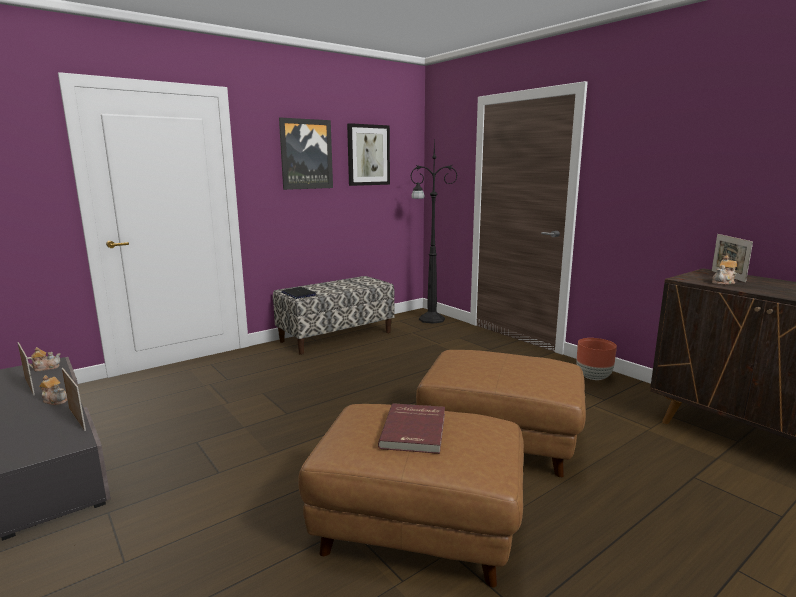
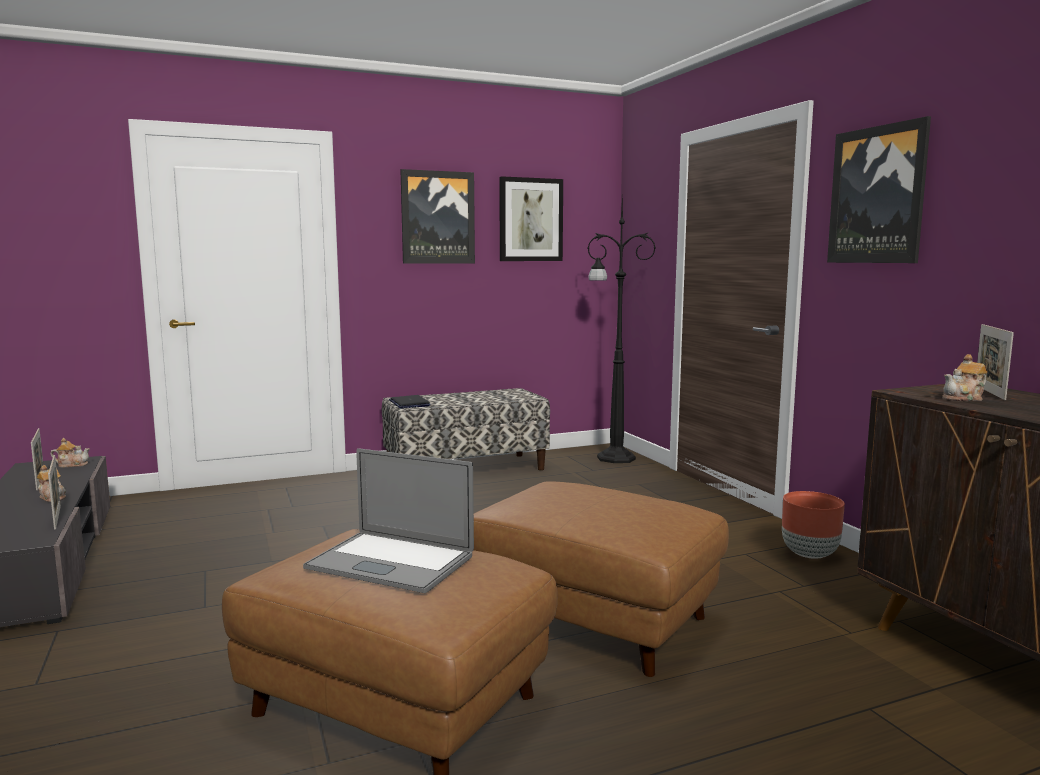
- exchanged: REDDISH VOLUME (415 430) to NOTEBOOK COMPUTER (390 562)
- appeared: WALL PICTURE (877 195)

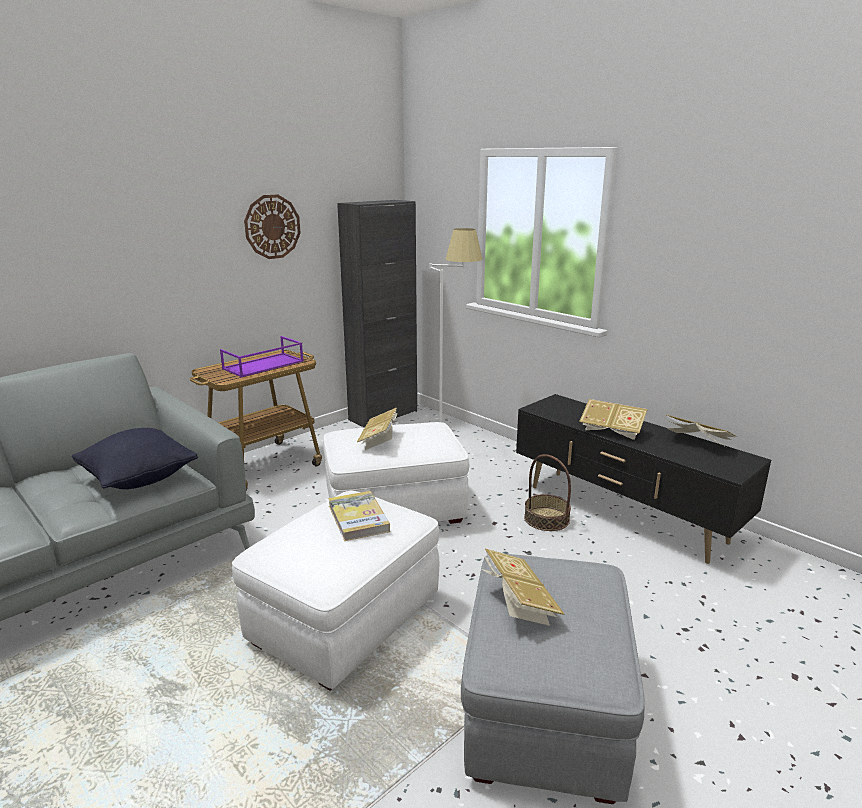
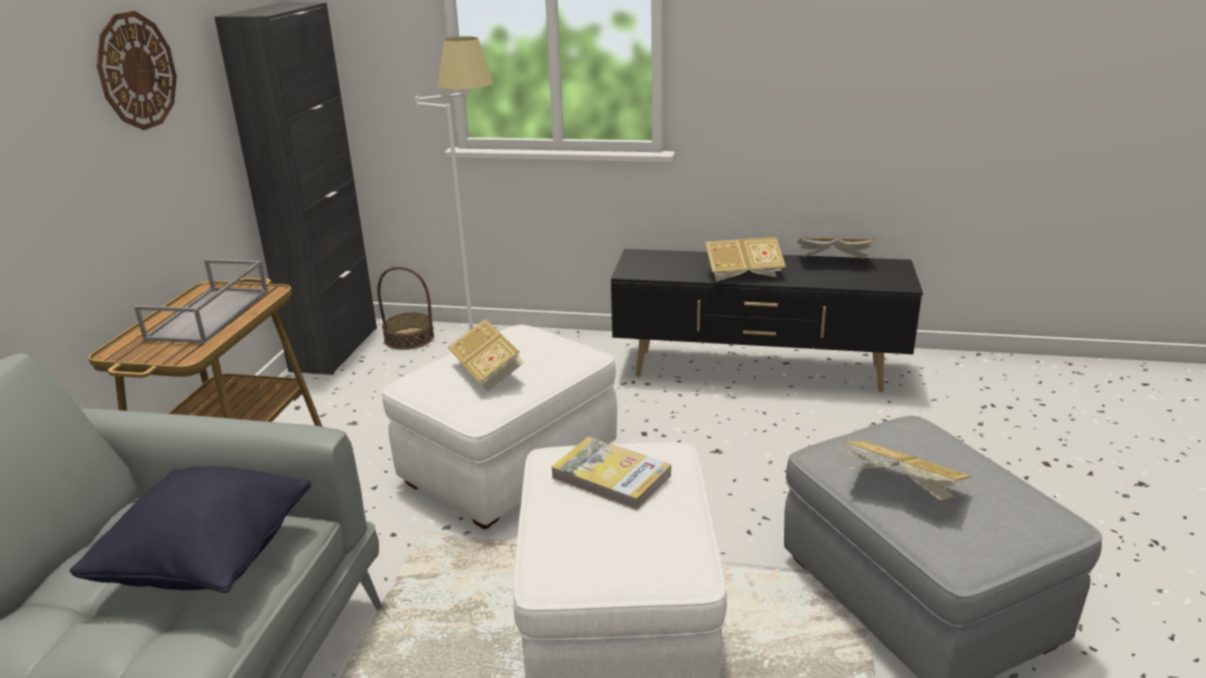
- colour: PURPLISH TRAY (263 365) to GREY TRAY (209 315)
- relocated: STORAGE BASKET (546 519) to (409 338)

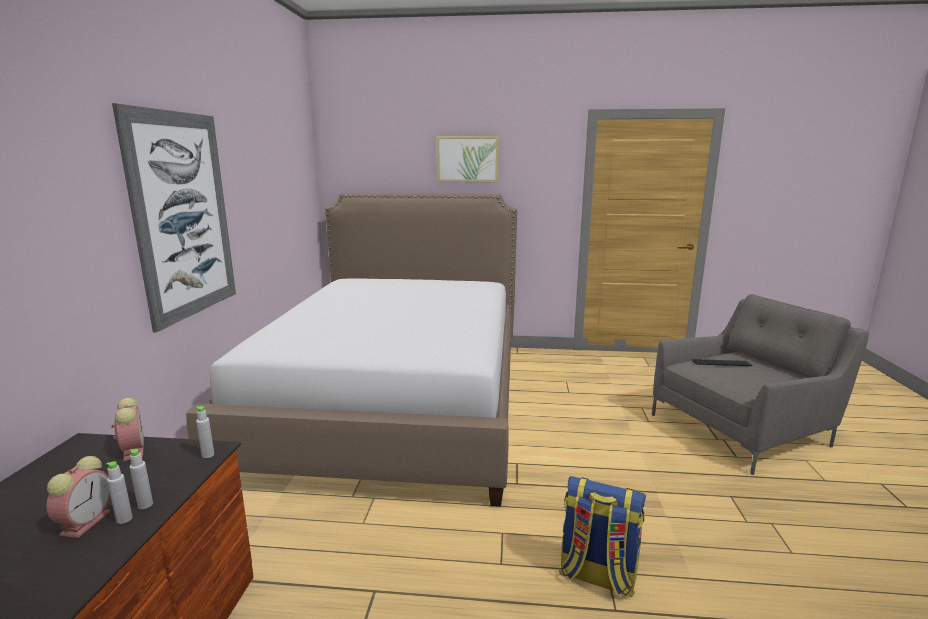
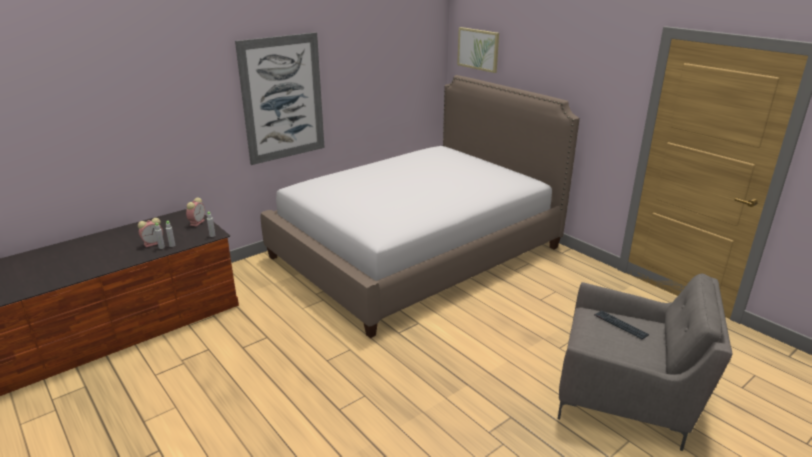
- relocated: WALL PICTURE (467 159) to (478 49)
- missing: BACKPACK (597 576)

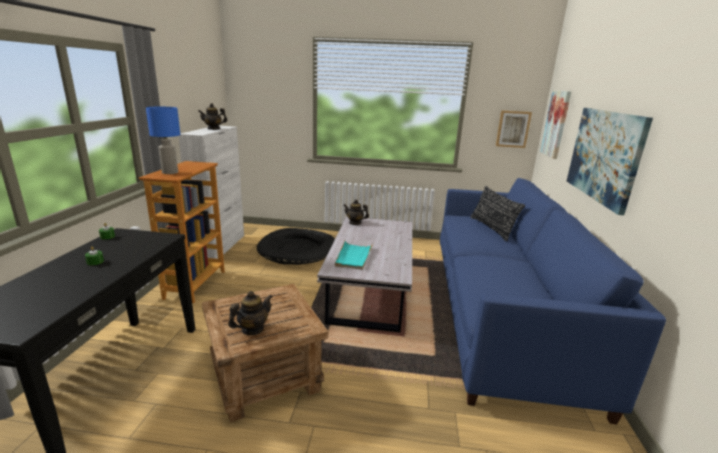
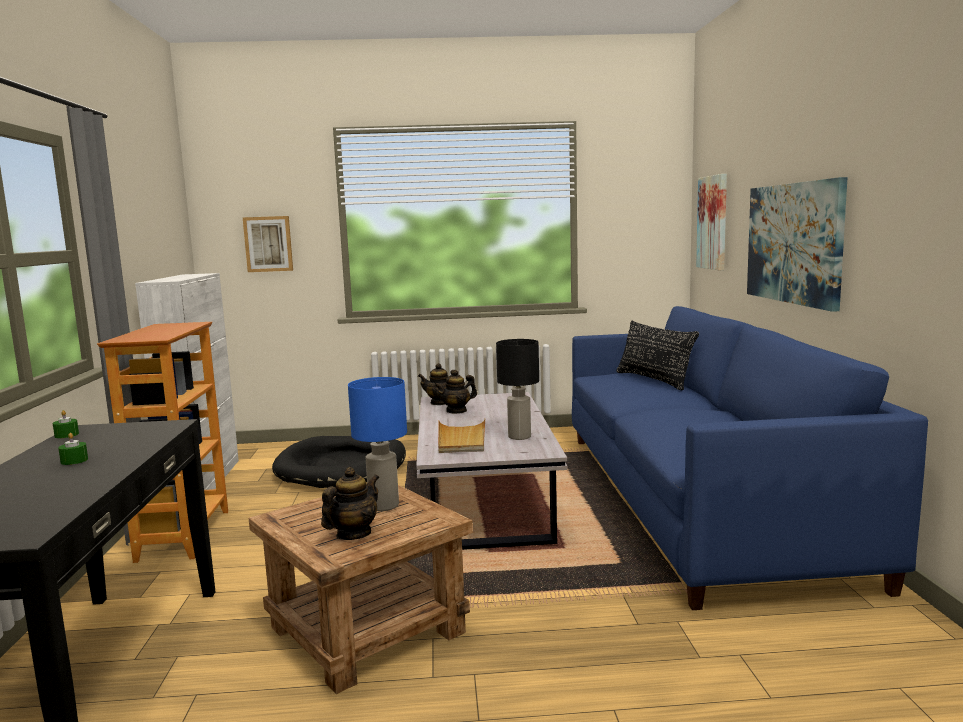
- relocated: TEAPOT (213 128) to (456 411)
- relocated: BLUE-COLOURED TABLE LAMP (170 172) to (384 505)
- relocated: WALL PICTURE (513 129) to (268 244)
- colour: TURQUOISE-COLOURED TRAY (354 257) to BEIGE-COLOURED TRAY (461 439)
- appeared: BLACK-COLOURED TABLE LAMP (520 437)

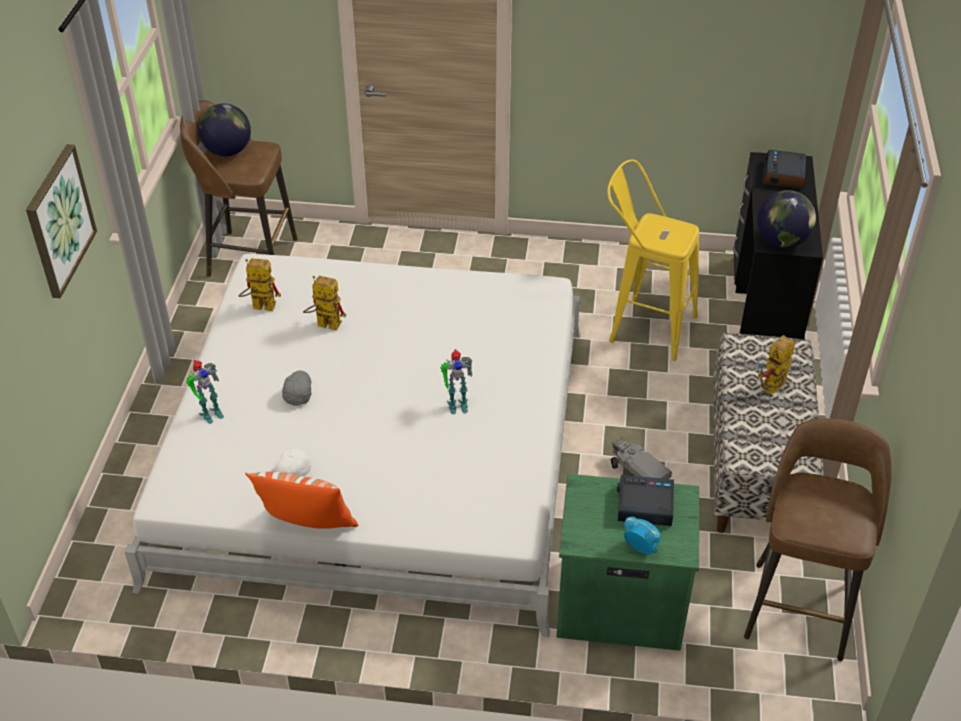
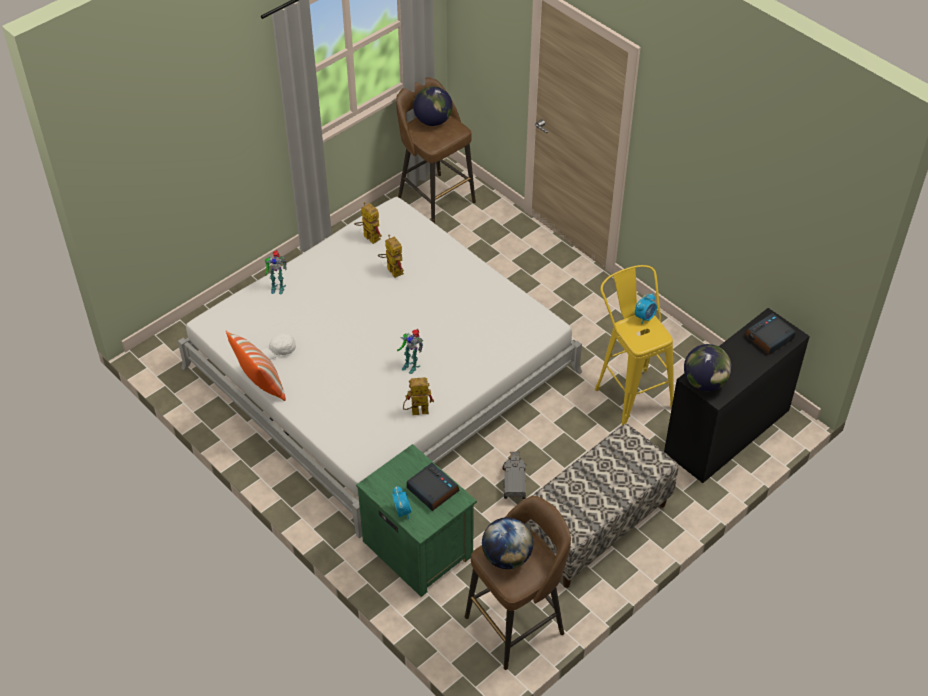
- missing: WALL PICTURE (59 220)
- relocated: ROBOT FIGURE (772 389) to (416 412)
- missing: GREY PEAKED CAP (297 392)
- appeared: BEDSIDE CLOCK (645 317)
- appeared: WORLD GLOBE (506 557)

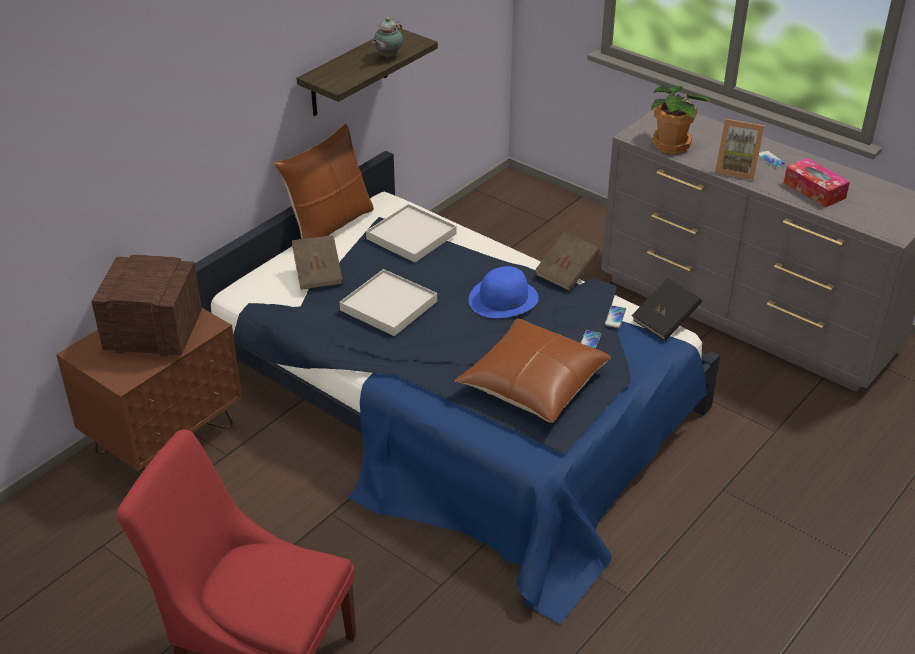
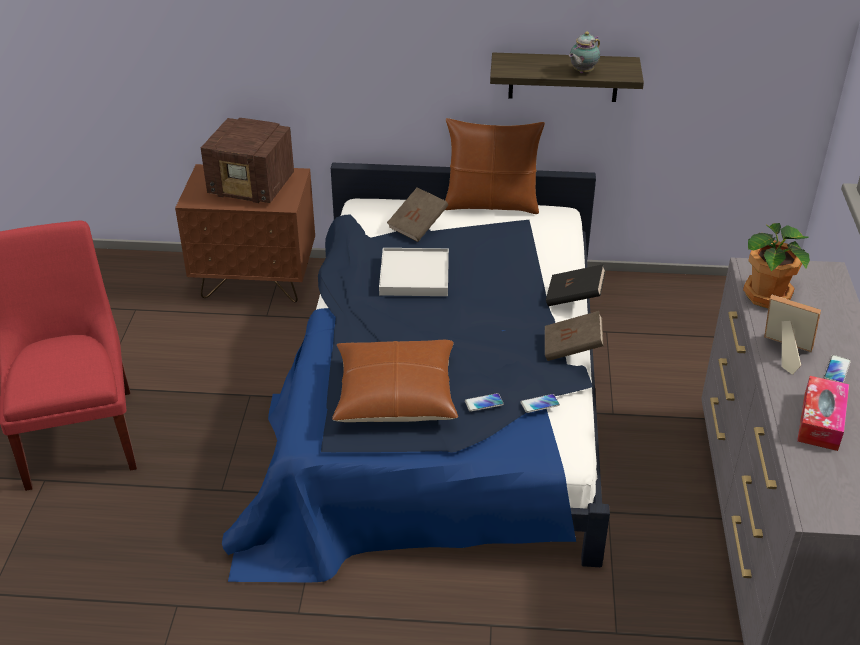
- spun: TEAPOT (387 56) = (582 72) 45 degrees counterclockwise
- spun: PICTURE FRAME (736 169) = (783 353) 135 degrees clockwise
- missing: WHITISH TRAY (411 236)
- spun: RADIO (152 333) = (252 187) 135 degrees clockwise
- missing: BLUE-COLOURED CLOTHING HAT (503 298)
- relocated: BLACK-COLOURED VOLUME (665 321) to (574 297)

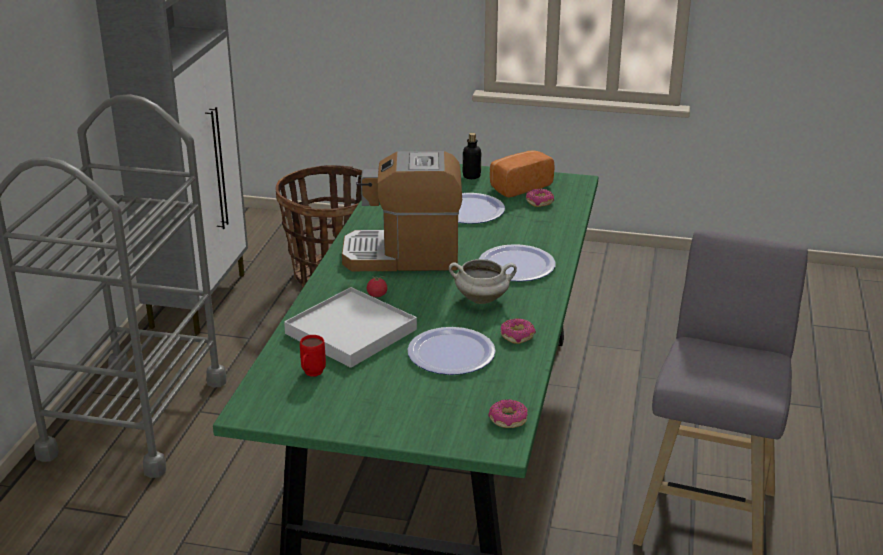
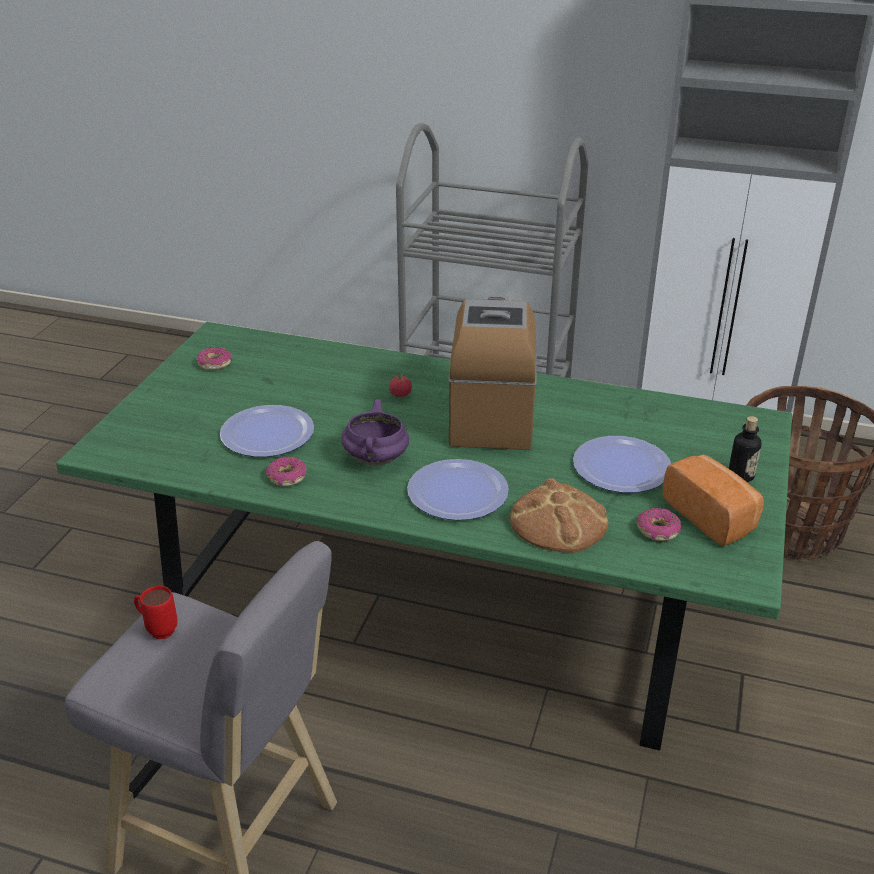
- colour: WHITISH SAUCEPOT (482 299) to PURPLISH SAUCEPOT (376 460)
- missing: WHITISH TRAY (351 331)
- relocated: REDDISH MUG (311 374) to (157 629)
- relocated: RING DOUGHNUT (508 419) to (214 364)
- appeared: BAKED BREAD (558 521)

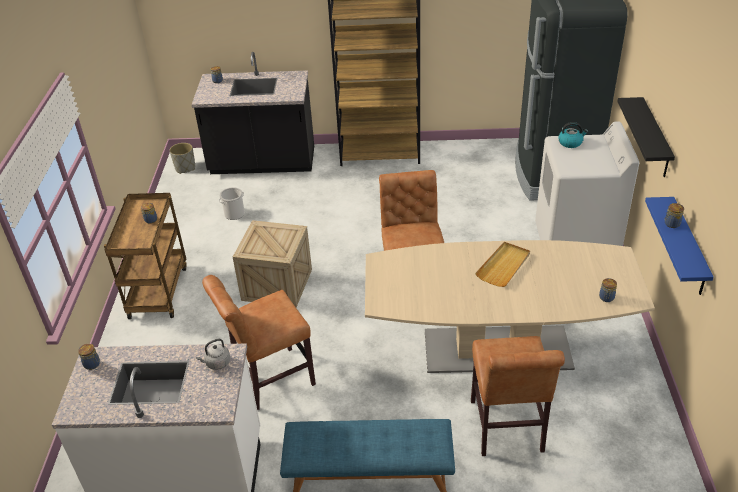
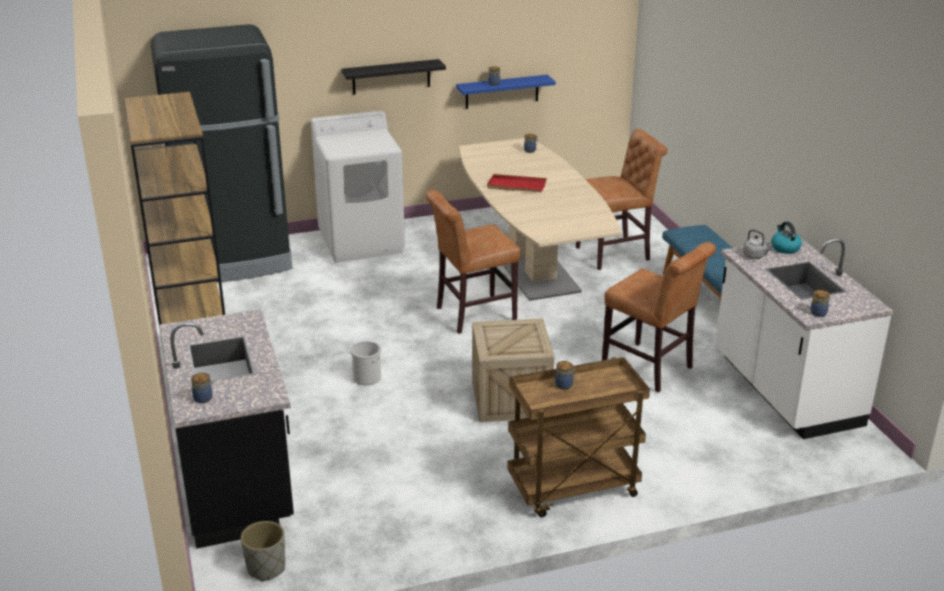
- relocated: WATER KETTLE (570 143) to (784 248)
- relocated: BUCKET (234 214) to (366 378)
- colour: BEIGE-COLOURED TRAY (503 266) to REDDISH TRAY (516 186)

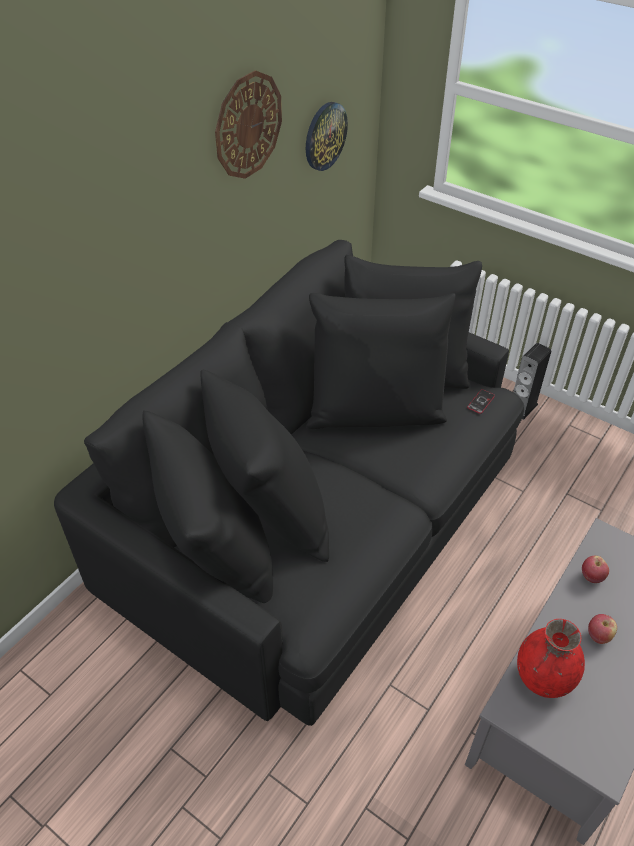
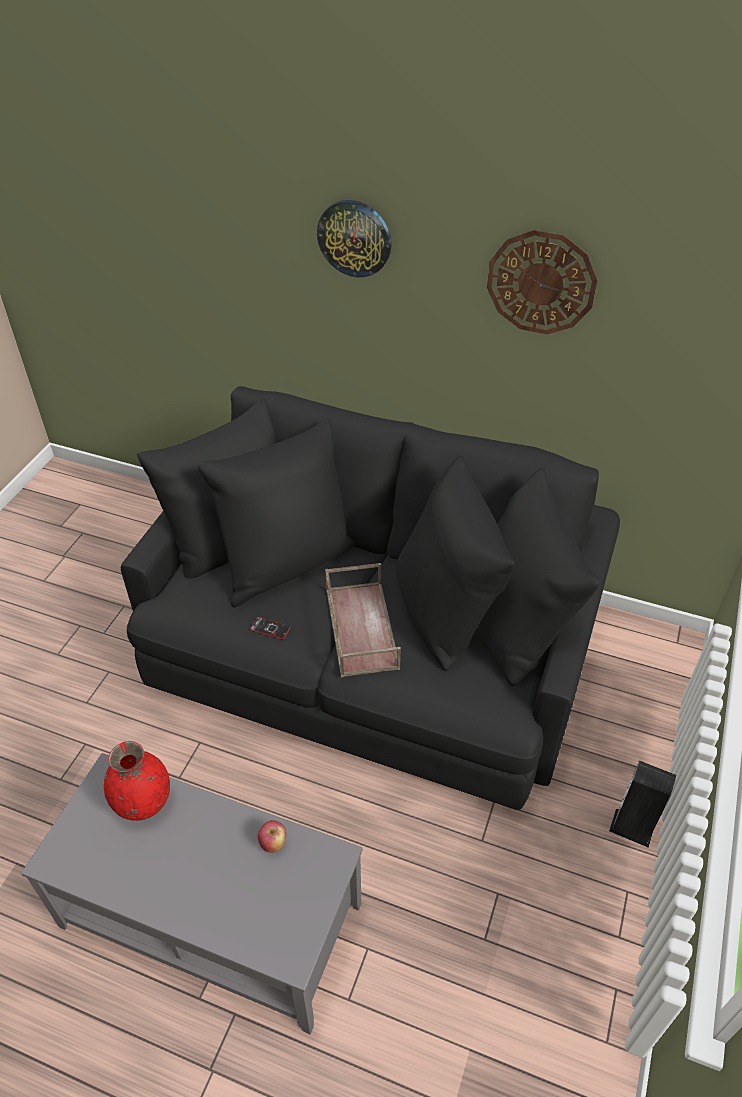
- relocated: WALL CLOCK (325 136) to (355 238)
- relocated: TELEPHONE (481 402) to (270 628)
- missing: WHOLE APPLE (598 636)
- appeared: BROWN-COLOURED TRAY (360 627)

